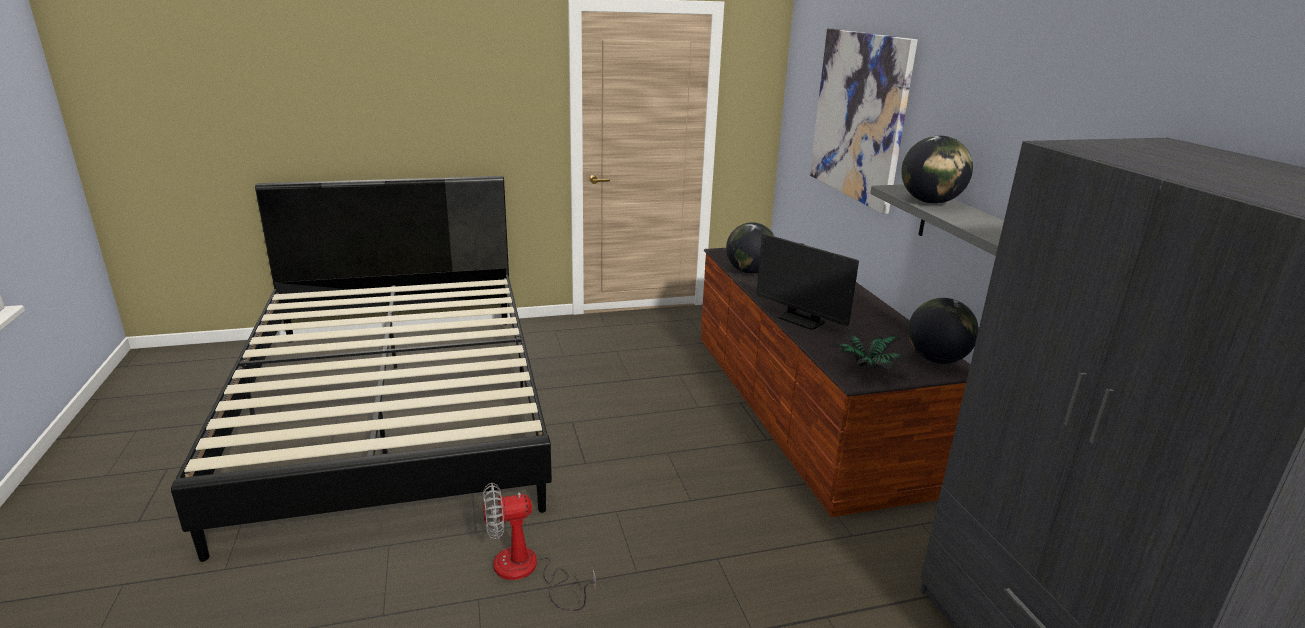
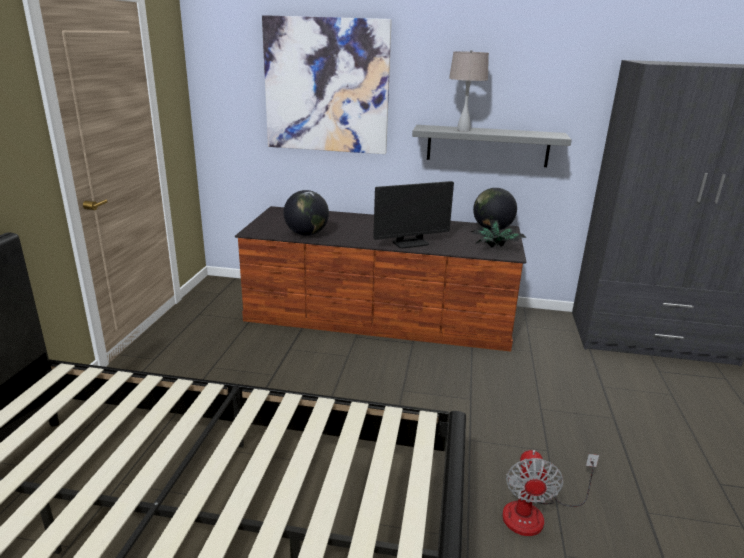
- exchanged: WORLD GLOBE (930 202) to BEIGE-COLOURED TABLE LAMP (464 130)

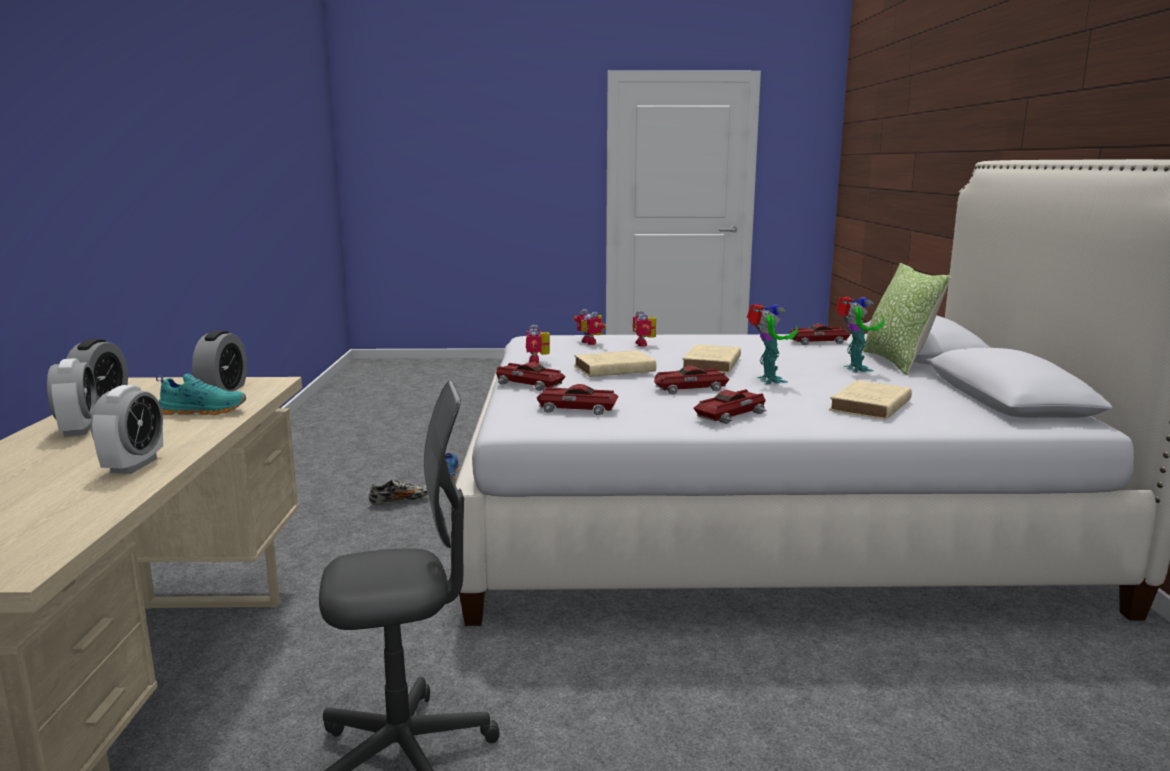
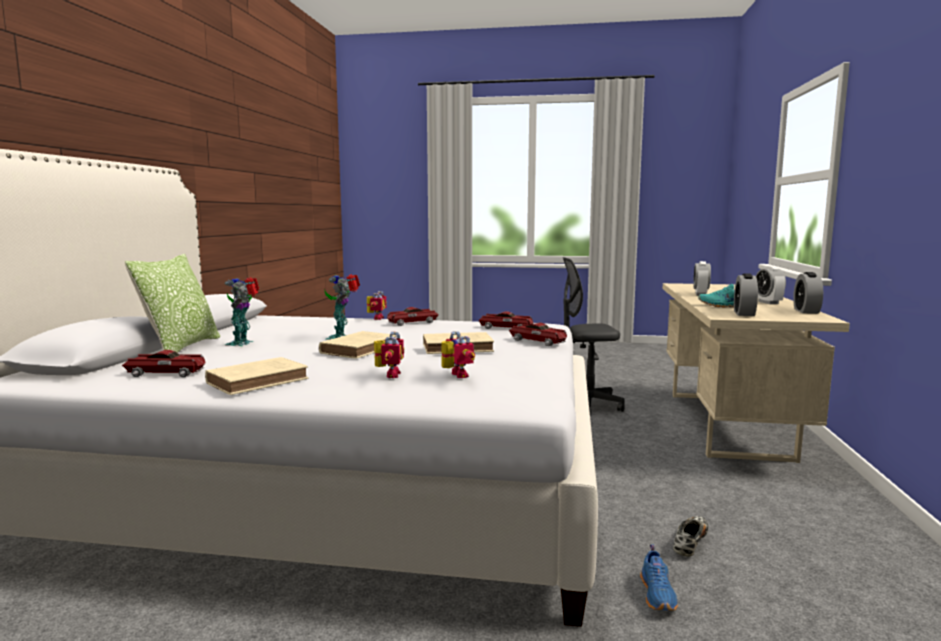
- relocated: ROBOT FIGURE (538 361) to (376 318)
- missing: MODEL CAR (690 389)
- relocated: BEIGE-COLOURED VOLUME (869 406) to (260 381)
- spun: ITEM OF FOOTWEAR (400 501) = (690 543) 135 degrees clockwise

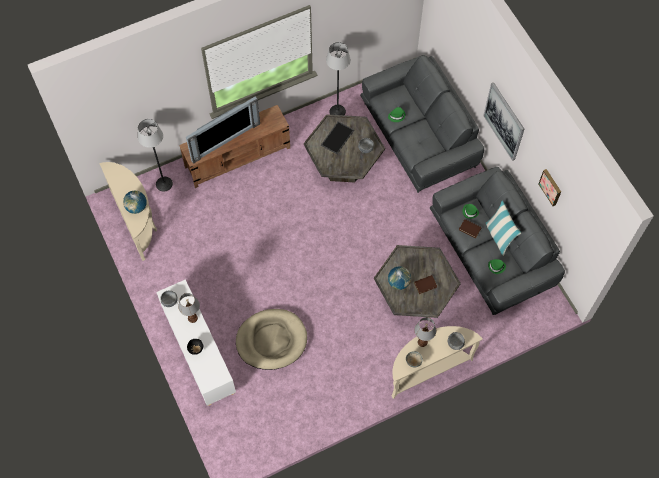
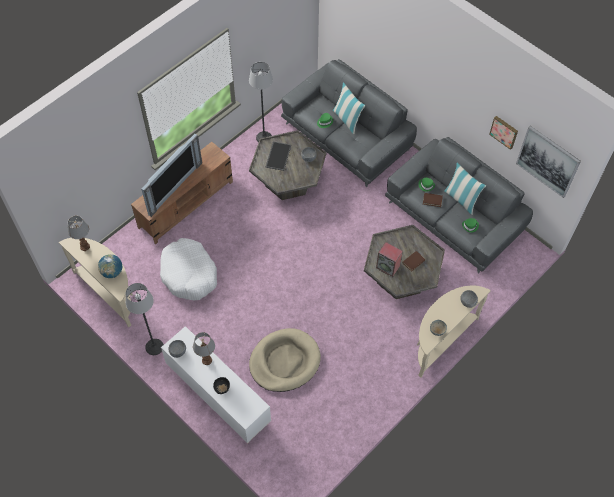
- relocated: WALL PICTURE (504 121) to (548 161)
- relocated: FLOOR LAMP (164 183) to (154 346)
- exchanged: WORLD GLOBE (398 282) to SPEAKER (388 267)
- relocated: TABLE LAMP (423 342) to (85 246)
- appeared: PILLOW (347 119)
- appeared: WHITISH DOG CUSHION (189 274)

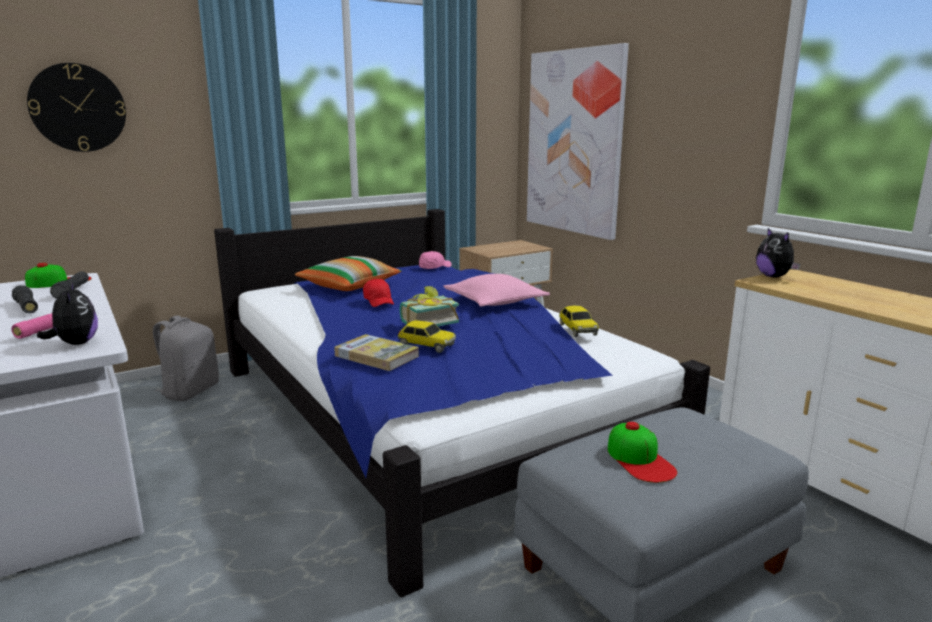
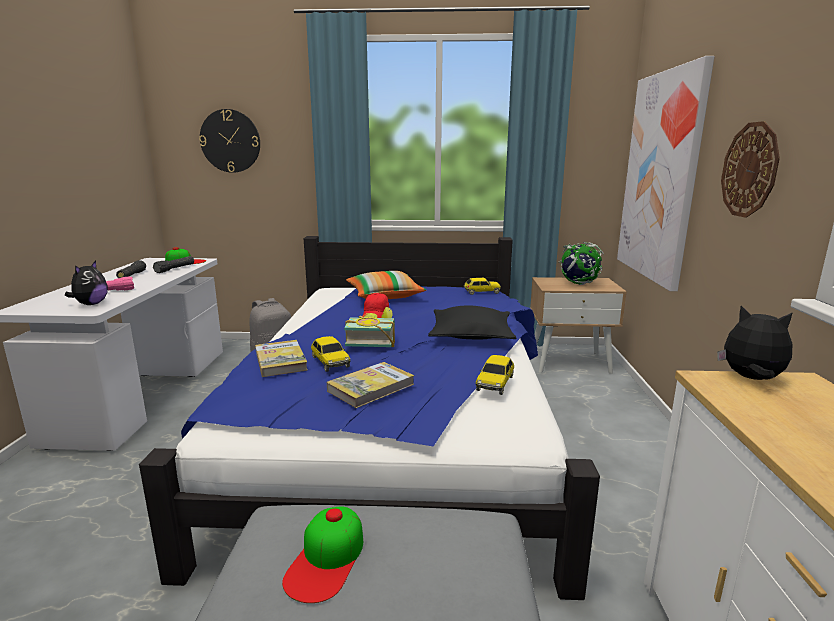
- spun: CUDDLY TOY (774 276) = (751 379) 105 degrees clockwise
- exchanged: PINK-COLOURED PEAKED CAP (434 267) to MODEL CAR (481 292)
- colour: PINK-COLOURED PILLOW (495 302) to BLACK-COLOURED PILLOW (471 335)
- appeared: WALL CLOCK (749 170)
- appeared: WORLD GLOBE (579 283)
- appeared: VOLUME (371 387)

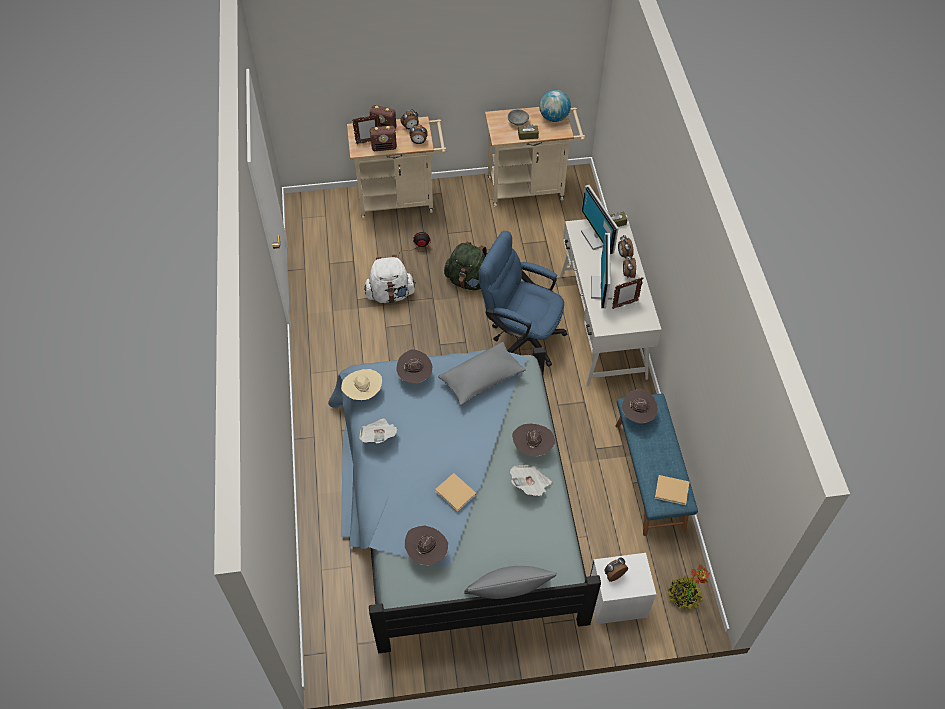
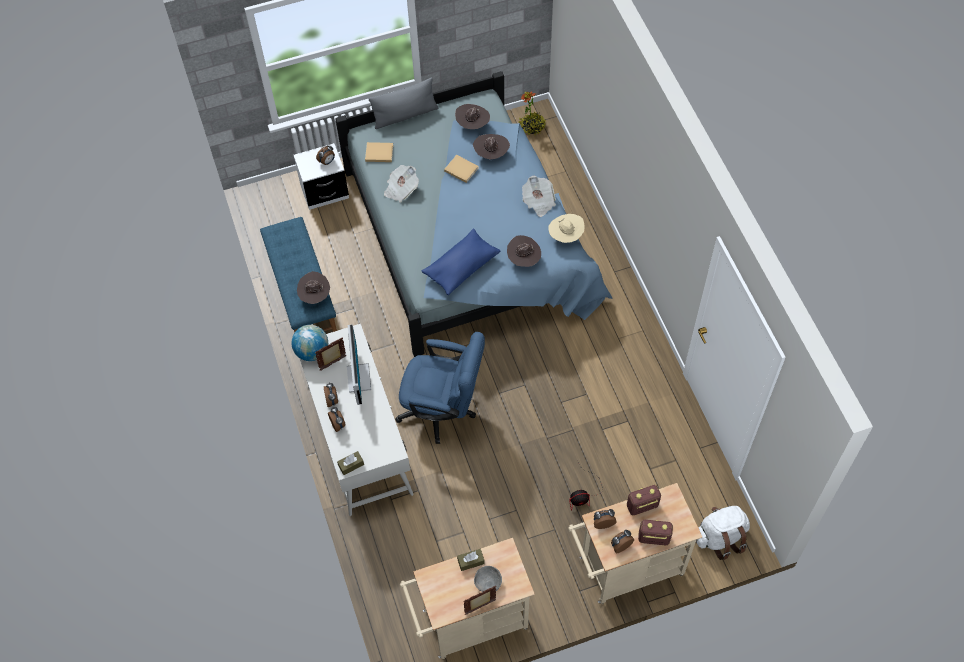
- relocated: WORLD GLOBE (553 118) to (312 351)
- relocated: PICTURE FRAME (368 141) to (480 607)
- missing: COMPUTER SCREEN (597 237)
- missing: GREEN BACKPACK (468 281)
- relocated: WHITISH BACKPACK (390 294) to (720 538)
- colour: GREY PILLOW (481 379) to BLUE-COLOURED PILLOW (461 267)
- relocated: BROWN-COLOURED CLOTHING HAT (532 447) to (491 154)
- relocated: BEIGE-COLOURED VOLUME (673 491) to (378 153)
- relocated: POTTED PLANT (683 596) to (532 126)

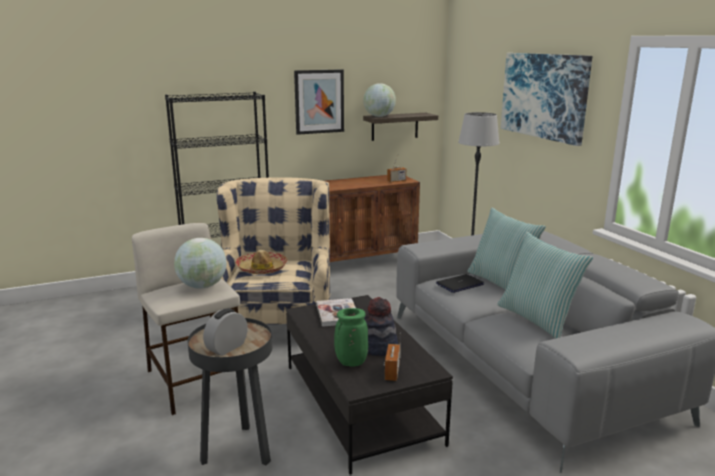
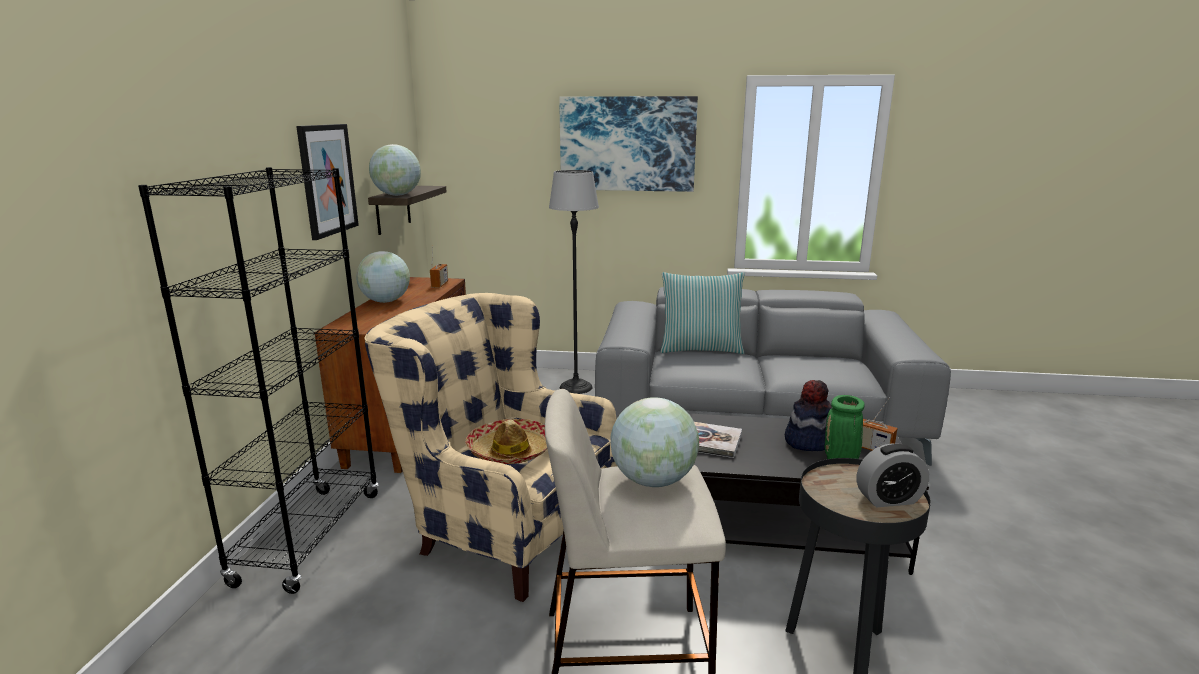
- missing: PILLOW (537 319)
- missing: NOTEBOOK COMPUTER (460 284)
- spun: BEDSIDE CLOCK (227 348) = (888 499) 75 degrees counterclockwise
- appeared: WORLD GLOBE (385 301)

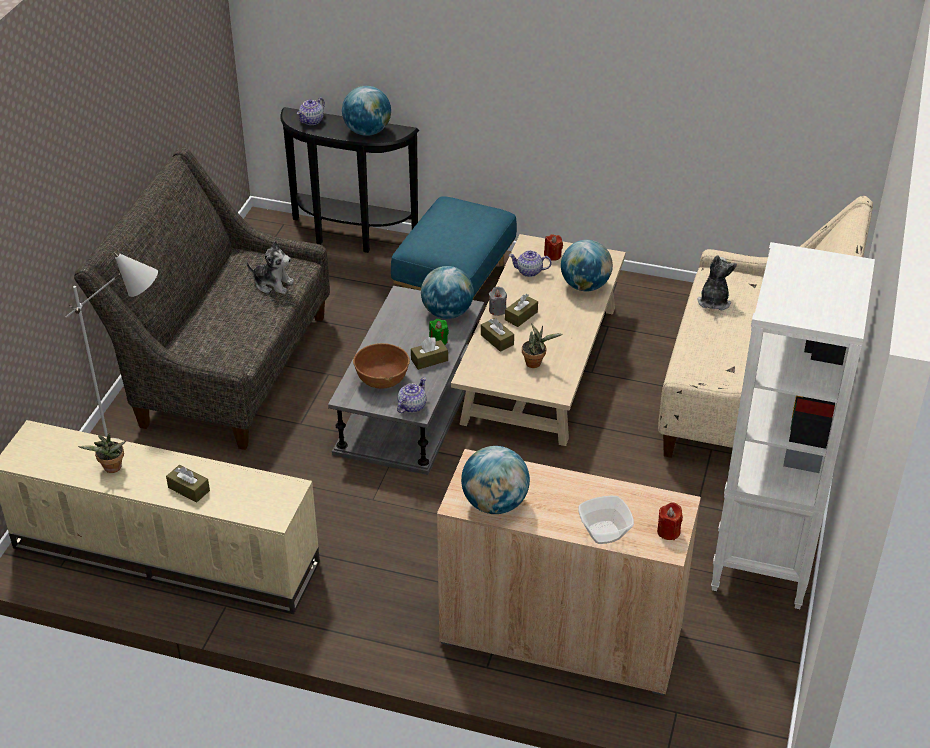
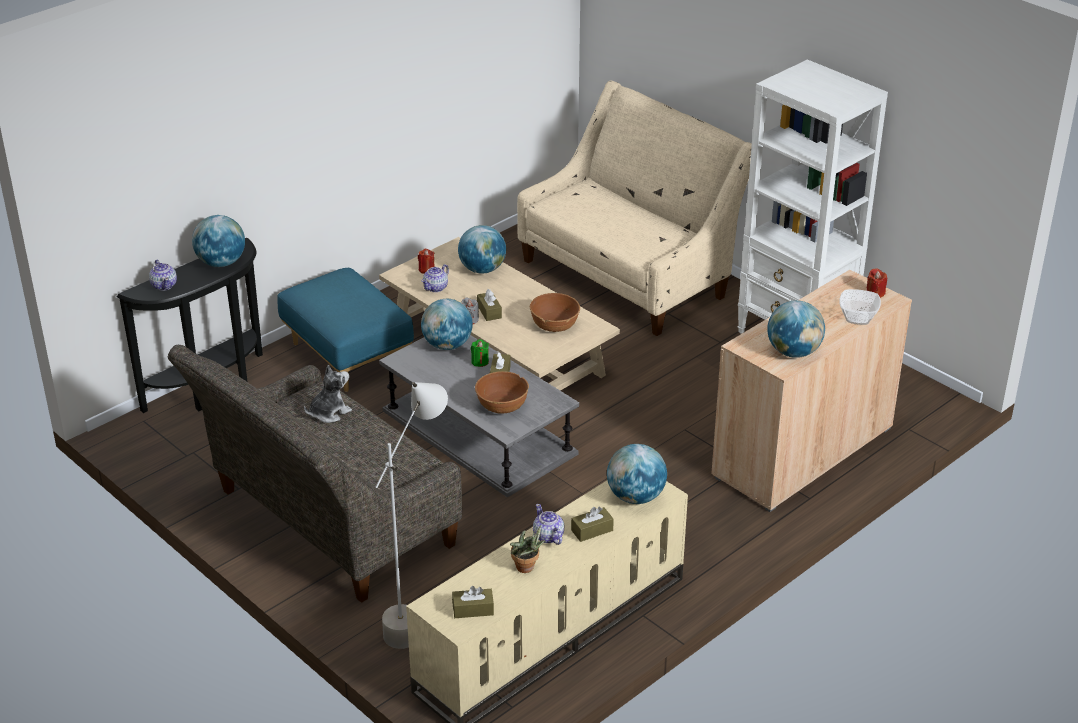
- missing: CUDDLY TOY (713 301)
- relocated: BROWN-COLOURED BOX OF TISSUES (497 340) to (473 609)
- exchanged: POTTED PLANT (535 363) to BROWN-COLOURED BOWL (554 325)
- relocated: TEAPOT (411 406) to (548 536)
- appeared: WORLD GLOBE (635 497)

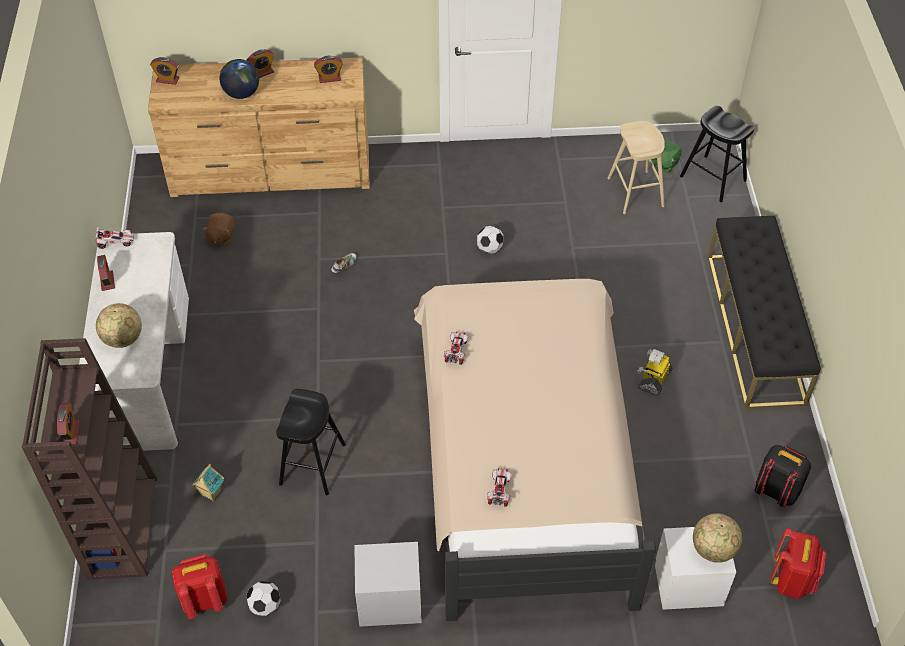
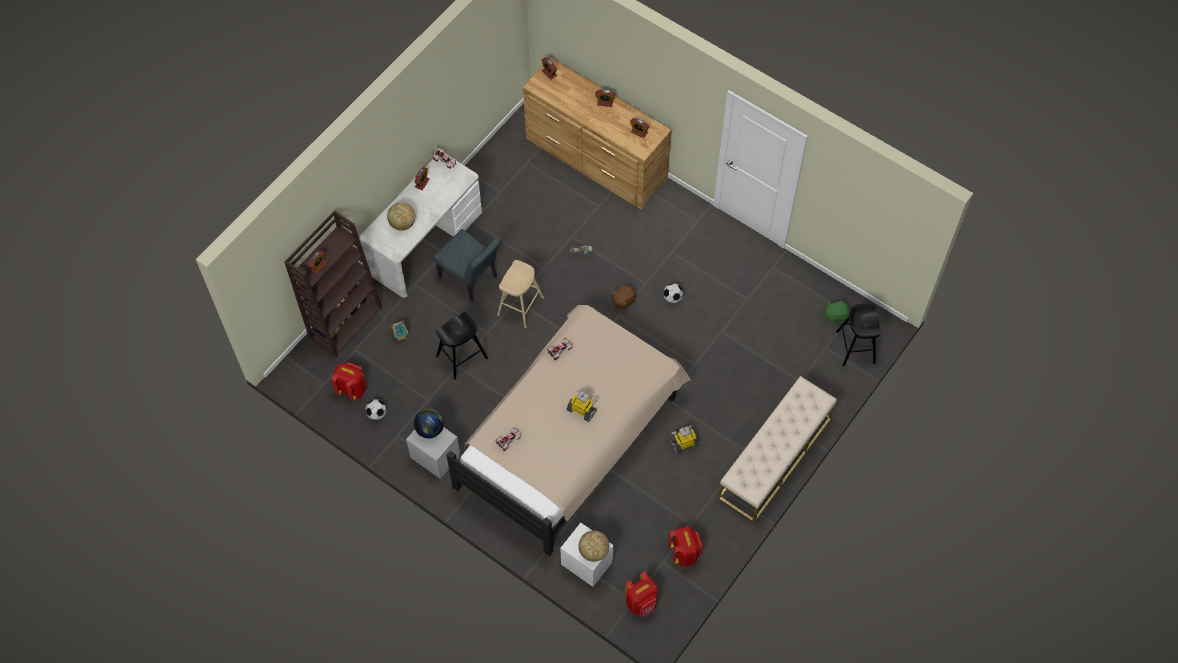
- relocated: WORLD GLOBE (241 93) to (430 429)
- relocated: BEIGE-COLOURED STOOL (635 192) to (520 306)
- relocated: BROWN-COLOURED CUDDLY TOY (221 236) to (623 301)
- colour: BLACK-COLOURED LONG SEAT (755 328) to BEIGE-COLOURED LONG SEAT (775 458)
- colour: BLACK-COLOURED BACKPACK (776 490) to REDDISH BACKPACK (684 553)
- appeared: GREY UPRIGHT CHAIR (471 279)
- appeared: ROBOT FIGURE (582 410)

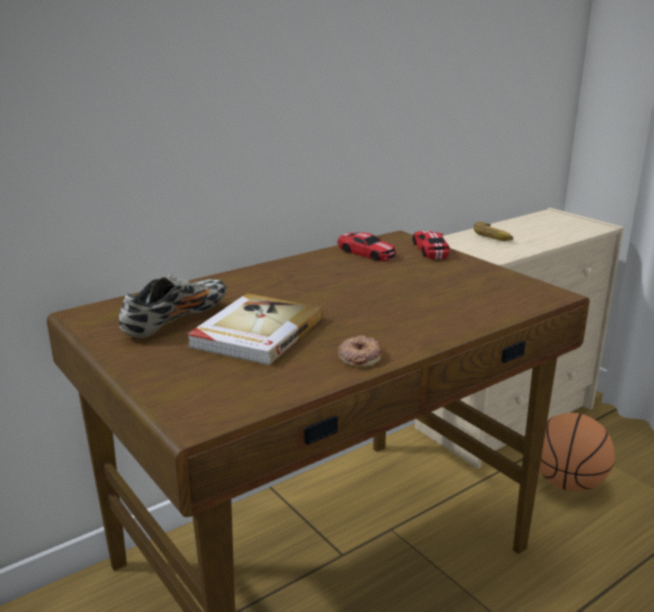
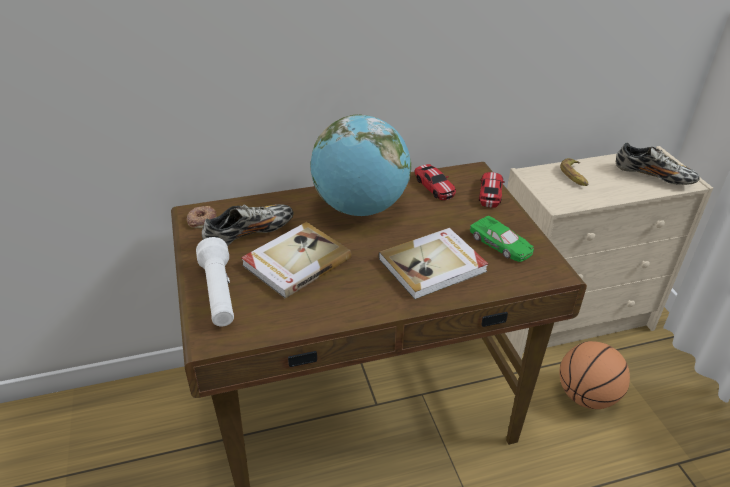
- relocated: RING DOUGHNUT (359 357) to (201 220)
- appeared: WORLD GLOBE (360 208)
- appeared: ITEM OF FOOTWEAR (653 177)
- appeared: GREEN MODEL CAR (501 244)
- appeared: VOLUME (433 266)
- appeared: WHITISH TORCH (219 294)

